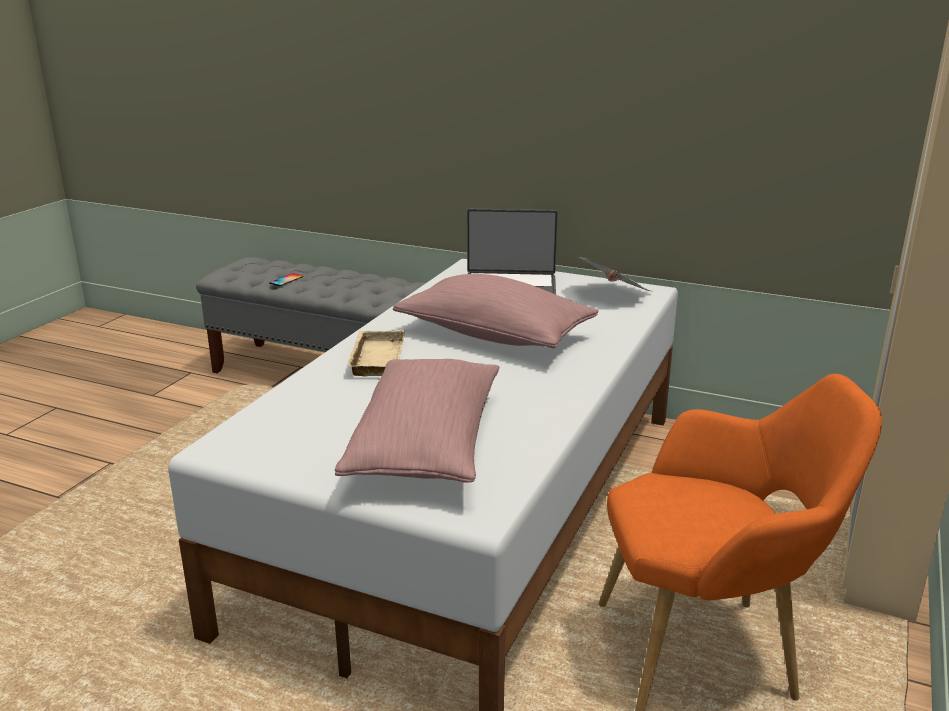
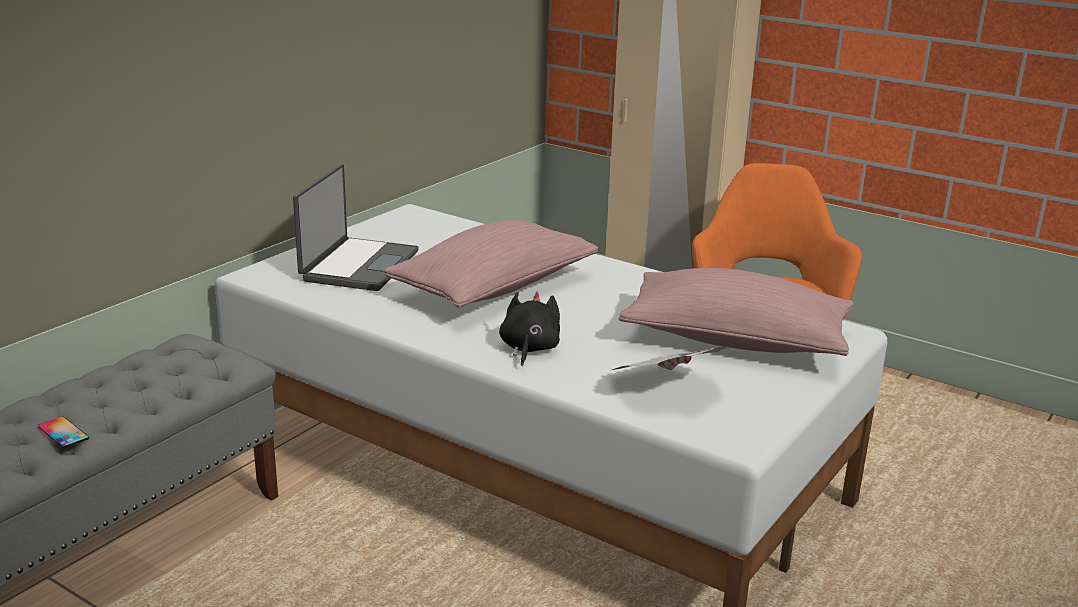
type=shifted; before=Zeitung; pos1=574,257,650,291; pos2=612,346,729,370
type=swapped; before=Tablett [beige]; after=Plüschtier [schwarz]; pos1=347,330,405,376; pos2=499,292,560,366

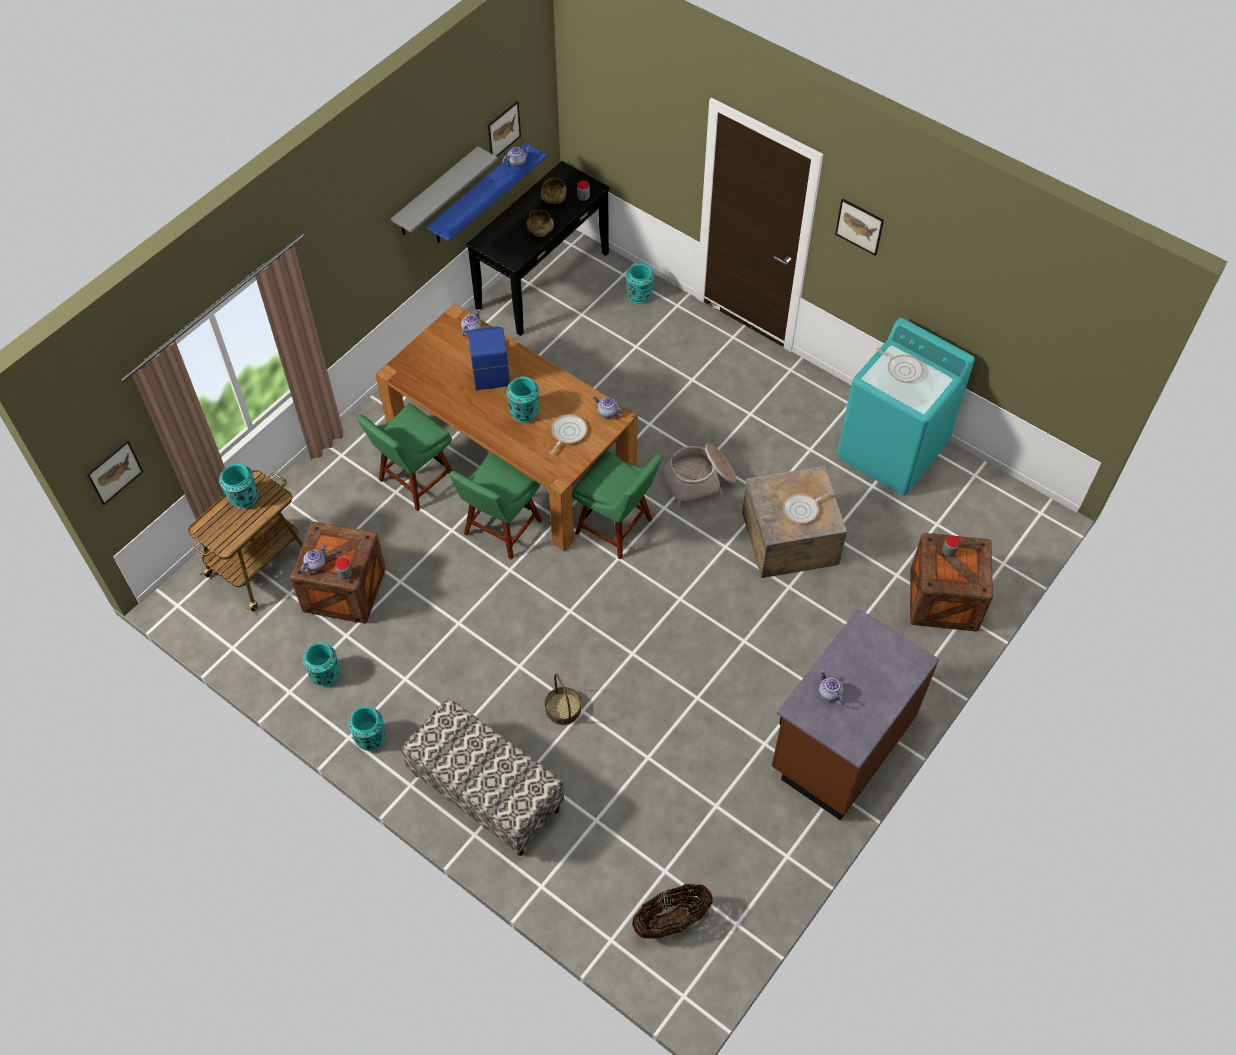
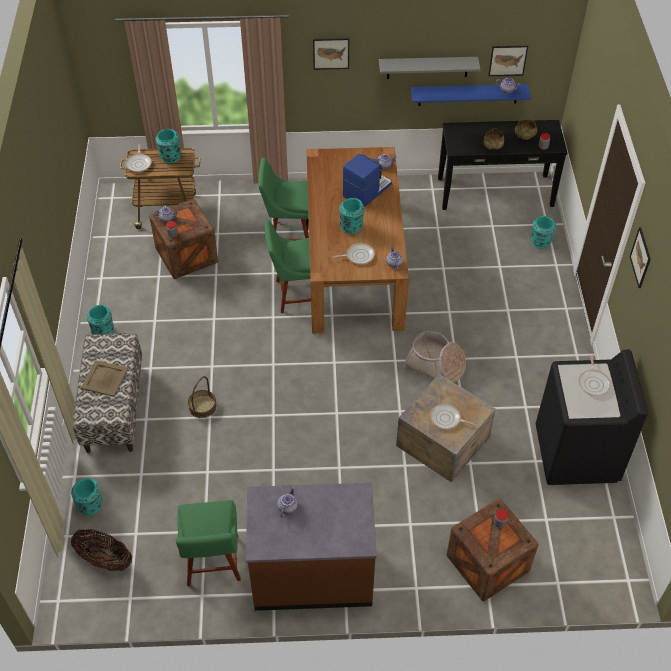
type=repainted; before=Waschmaschine [türkis]; after=Waschmaschine [schwarz]; pos1=837,318,975,496; pos2=536,350,648,485
type=shifted; before=Bild; pos1=86,440,143,505; pos2=313,38,349,70
type=shifted; before=Stuhl [grün]; pos1=572,450,662,559; pos2=176,500,241,586
type=shifted; before=Vase [türkis]; pos1=303,643,340,687; pos2=71,478,103,515
type=new; after=Pfanne; pos2=125,144,152,172
type=new; after=Tablett [beige]; pos2=81,360,128,397

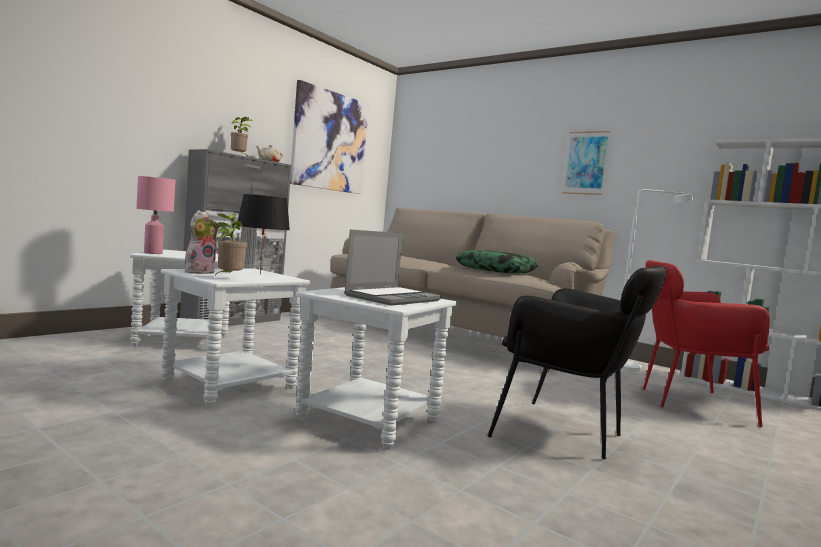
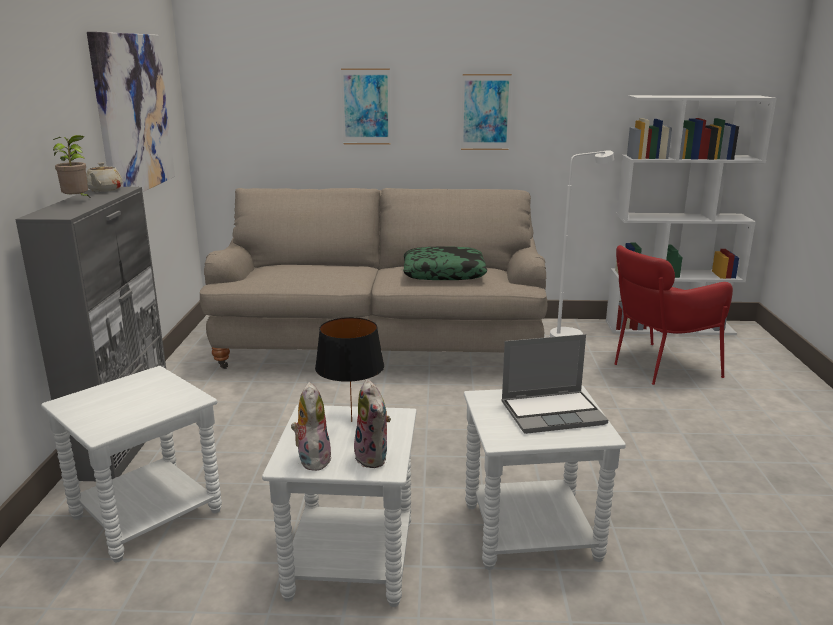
type=gone; before=Tischlampe [rosa]; pos1=137,176,176,254
type=swapped; before=Topfpflanze; after=Plüschtier; pos1=214,213,247,277; pos2=354,379,391,468
type=rotated; before=Laptop; pos1=344,229,441,306; pos2=501,334,608,434; turn=75
type=gone; before=Sessel [schwarz]; pos1=487,266,667,460
type=new; after=Bild; pos2=341,68,391,145

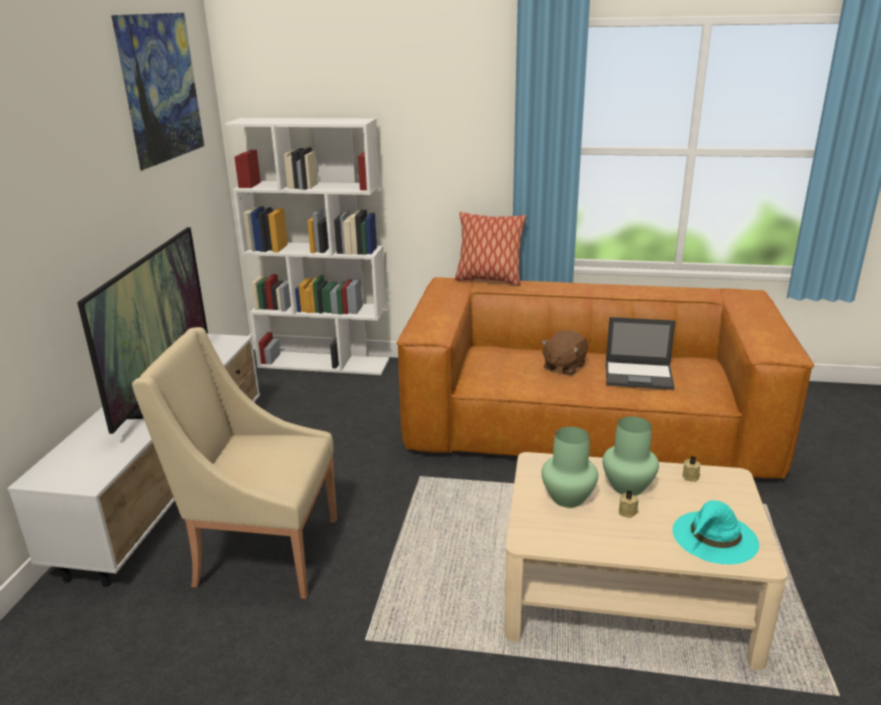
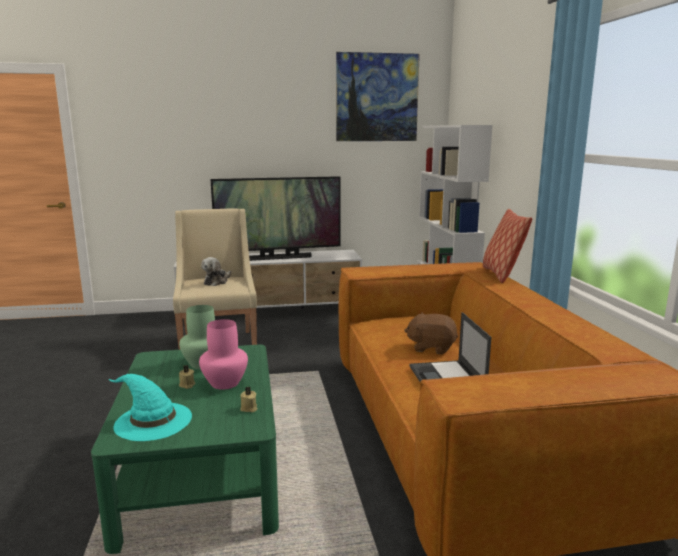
type=repainted; before=Vase [grün]; after=Vase [rosa]; pos1=602,416,659,496; pos2=199,319,248,390
type=repainted; before=Couchtisch [beige]; after=Couchtisch [grün]; pos1=504,452,788,670; pos2=91,345,279,554
type=new; after=Plüschtier; pos2=201,257,231,286

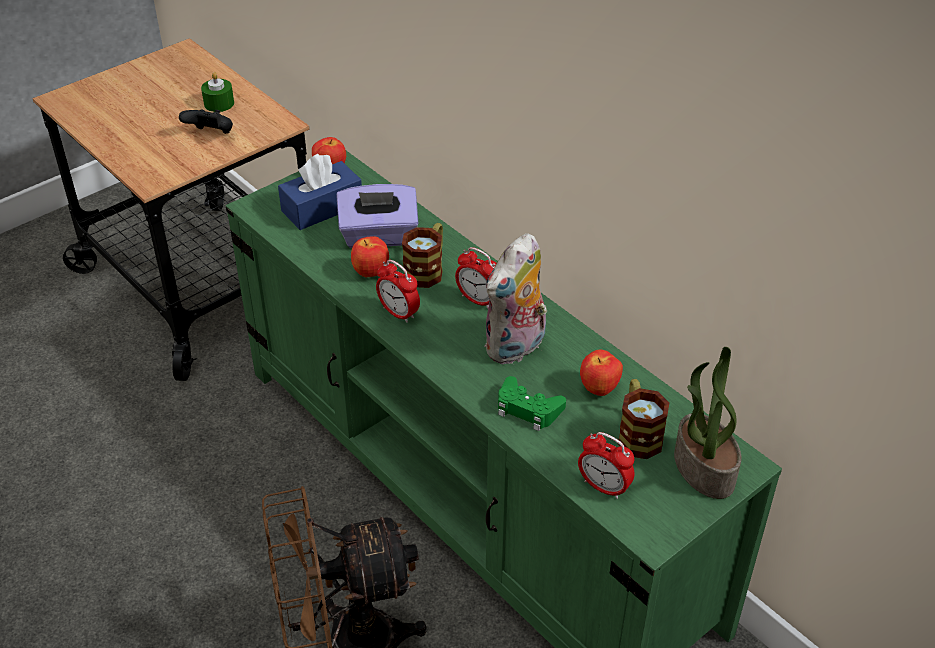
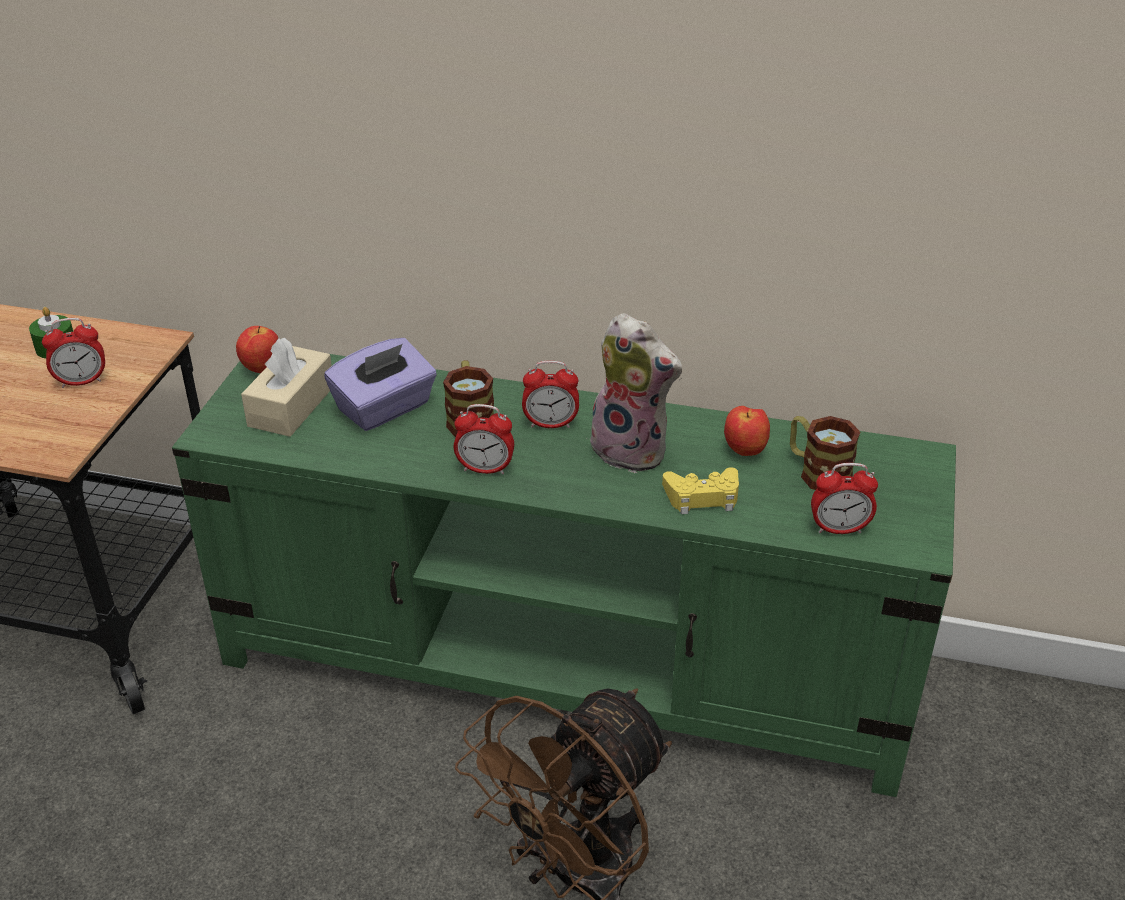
type=swapped; before=Gamepad [schwarz]; after=Wecker; pos1=179,109,233,134; pos2=42,318,105,388
type=repainted; before=Taschentuchbox [blau]; after=Taschentuchbox [beige]; pos1=278,154,362,230; pos2=241,338,332,437
type=rotated; before=Plüschtier; pos1=484,233,547,365; pos2=587,313,682,473; turn=-60
type=gone; before=Apfel; pos1=351,236,389,277
type=gone; before=Topfpflanze; pos1=674,347,742,499
type=repainted; before=Gamepad [grün]; after=Gamepad [gelb]; pos1=498,376,566,431; pos2=662,467,739,514

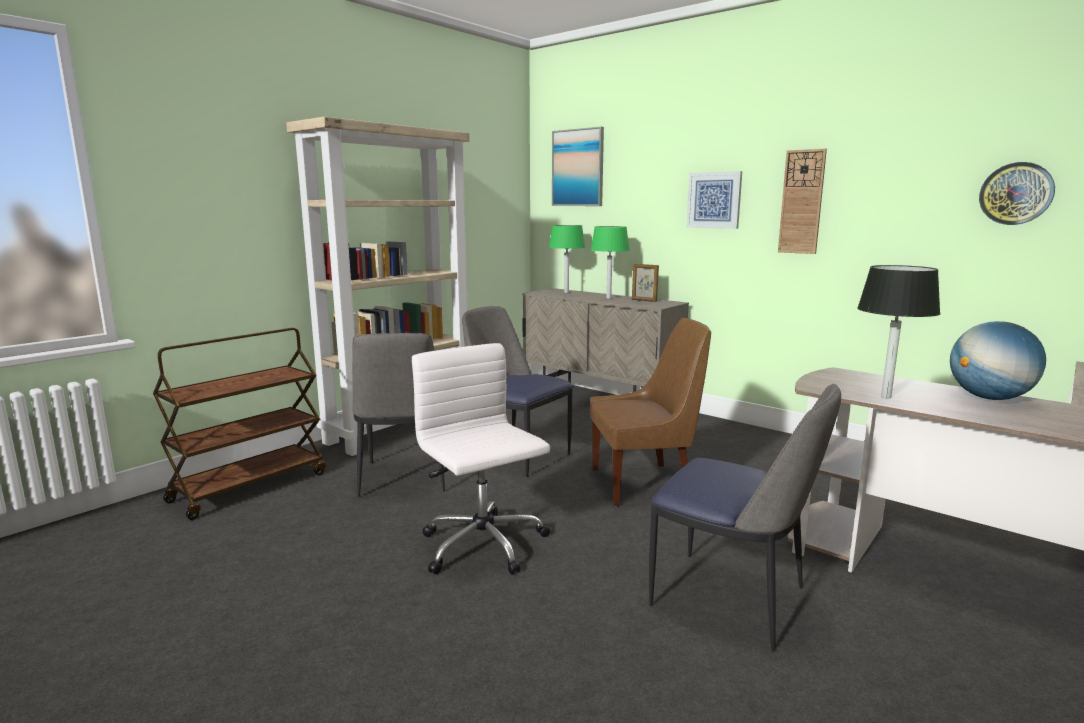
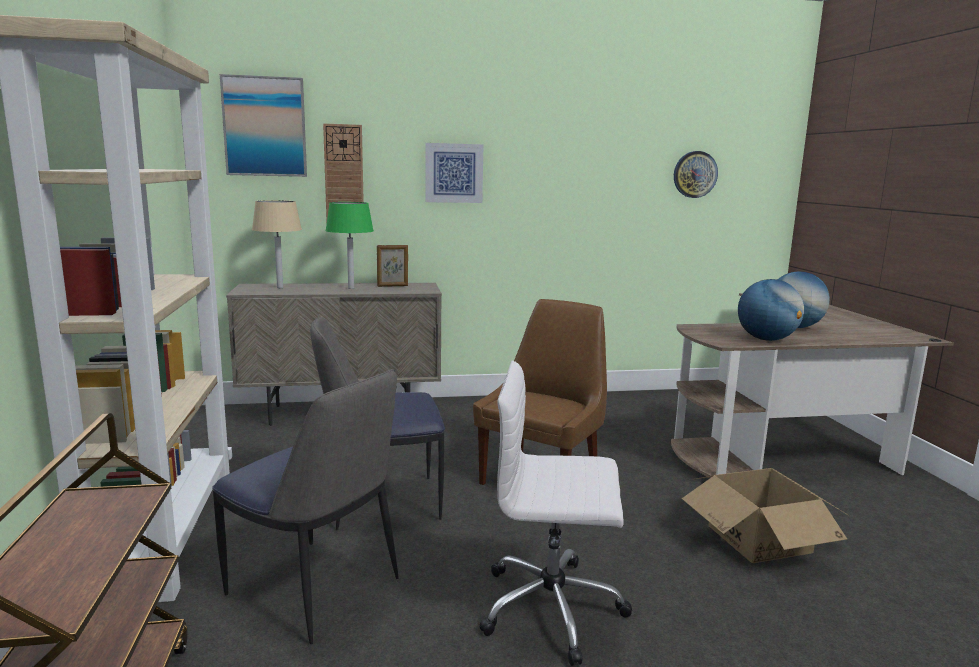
type=shifted; before=Wanduhr; pos1=778,149,827,254; pos2=323,124,364,220
type=repainted; before=Tischlampe [grün]; after=Tischlampe [beige]; pos1=549,225,585,293; pos2=252,200,302,288
type=swapped; before=Tischlampe [schwarz]; after=Globus; pos1=857,265,941,398; pos2=738,279,804,341
type=swapped; before=Stuhl; after=Karton; pos1=649,384,841,652; pos2=682,468,848,563

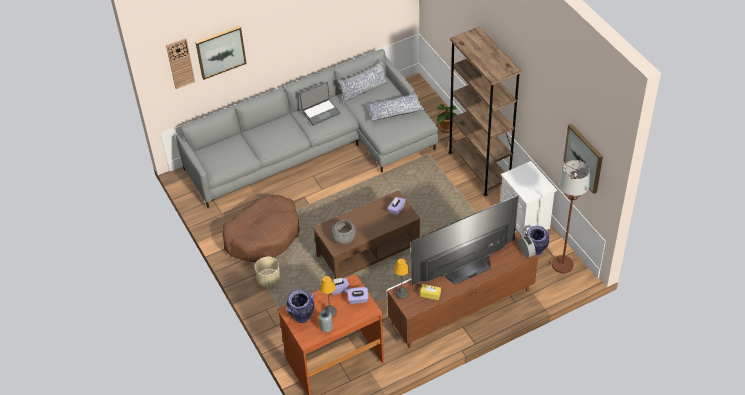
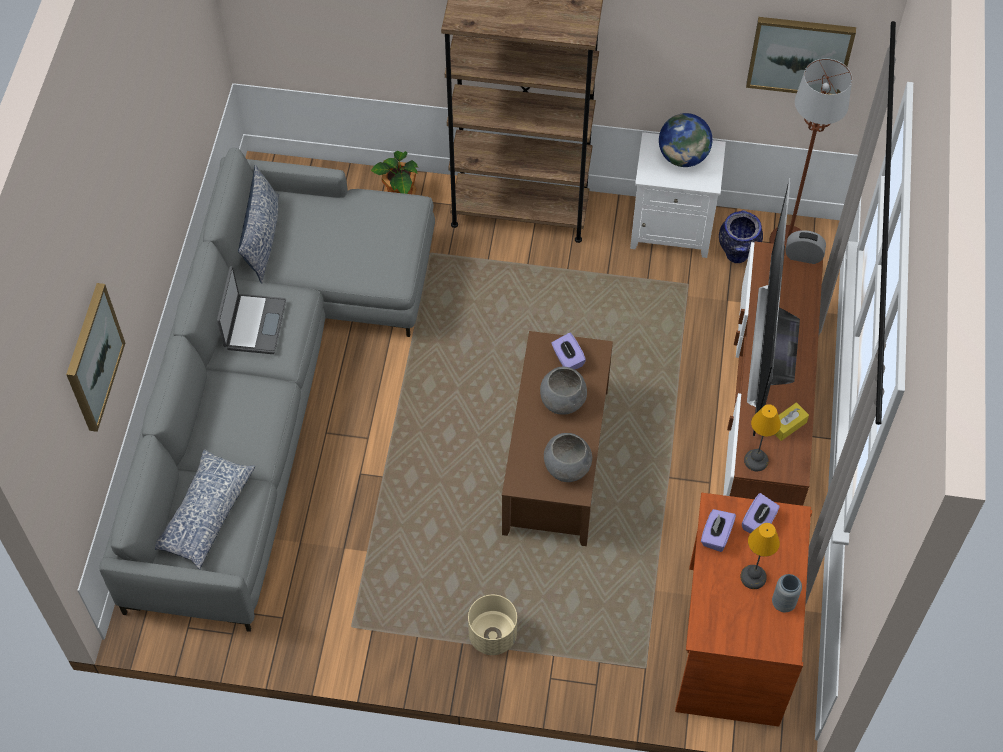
type=gone; before=Wanduhr; pos1=166,38,195,89
type=shifted; before=Kissen; pos1=366,93,425,121; pos2=155,449,255,570
type=gone; before=Hundebett [braun]; pos1=222,194,300,262
type=gone; before=Vase; pos1=286,290,314,323
type=new; after=Globus; pos2=659,113,712,167
type=new; after=Schüssel [grau]; pos2=540,367,587,415

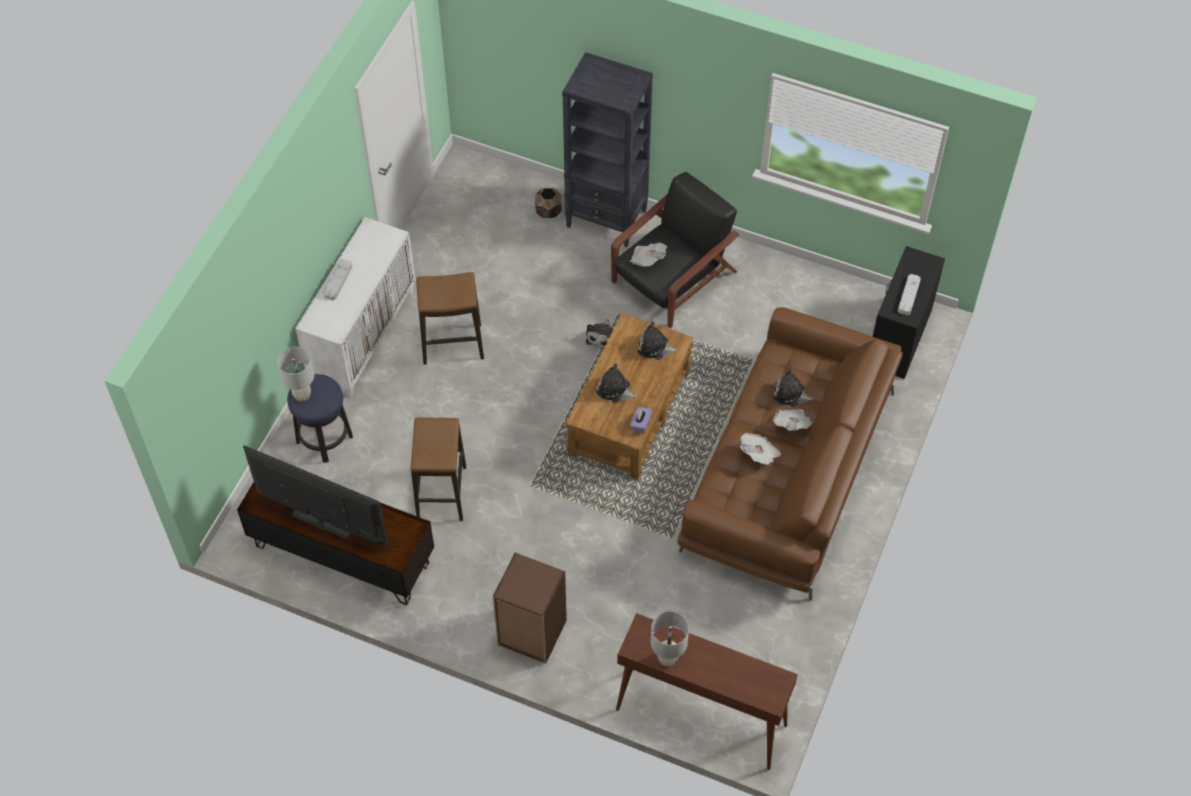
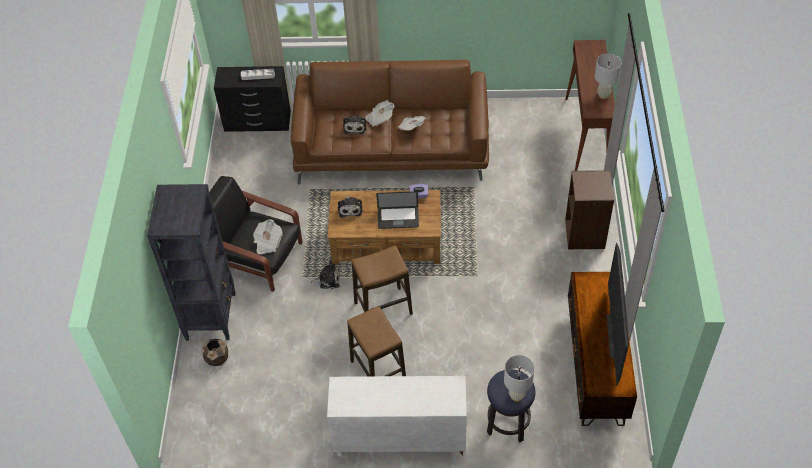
type=gone; before=Tablett [grau]; pos1=323,259,352,300
type=swapped; before=Plüschtier; after=Laptop; pos1=596,364,637,403; pos2=376,191,419,229
type=shifted; before=Hocker; pos1=410,418,466,521; pos2=352,245,413,315

